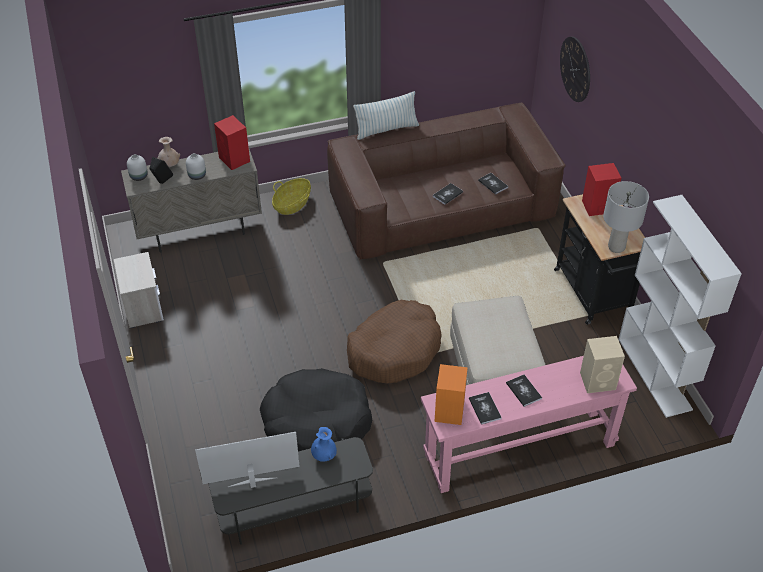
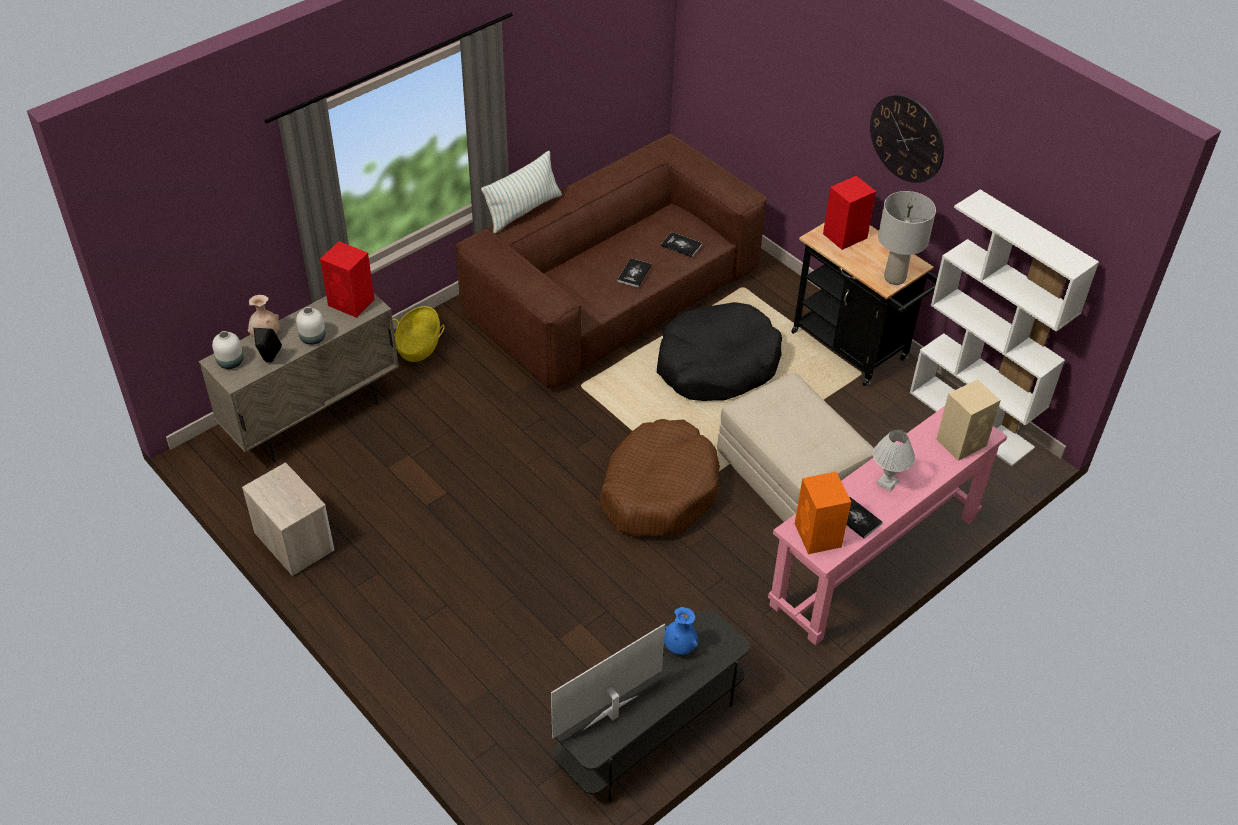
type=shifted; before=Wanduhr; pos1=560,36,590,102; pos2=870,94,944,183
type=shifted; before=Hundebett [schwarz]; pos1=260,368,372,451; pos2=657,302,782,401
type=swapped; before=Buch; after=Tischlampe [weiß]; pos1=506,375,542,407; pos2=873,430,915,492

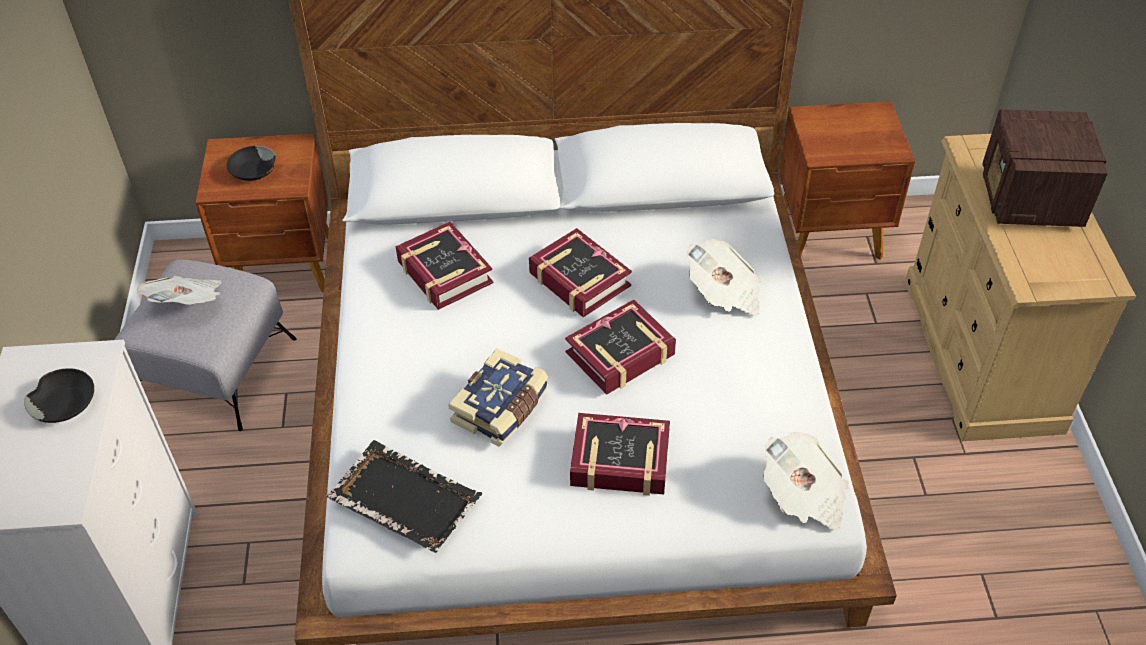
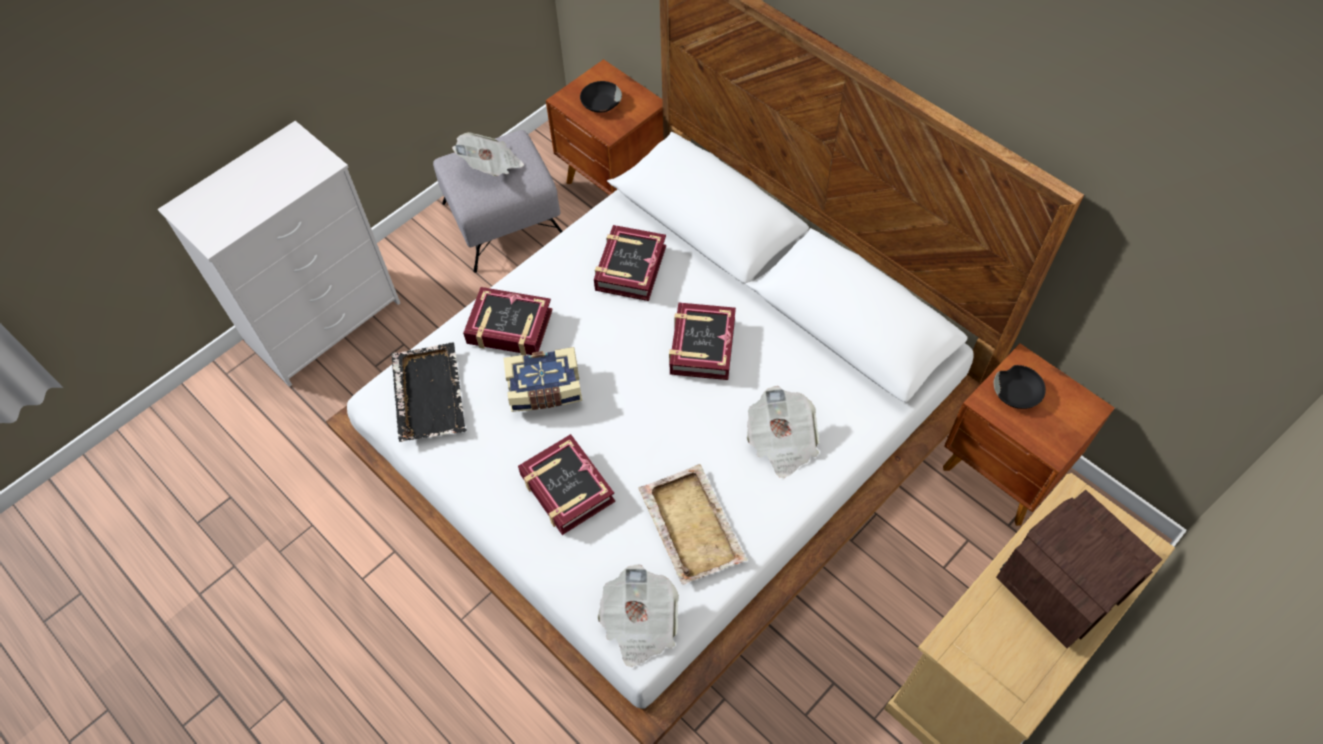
type=shifted; before=Buch; pos1=565,300,676,395; pos2=463,287,553,356
type=shifted; before=Schüssel [schwarz]; pos1=24,368,94,423; pos2=994,365,1046,409
type=new; after=Tablett [beige]; pos2=638,464,748,585

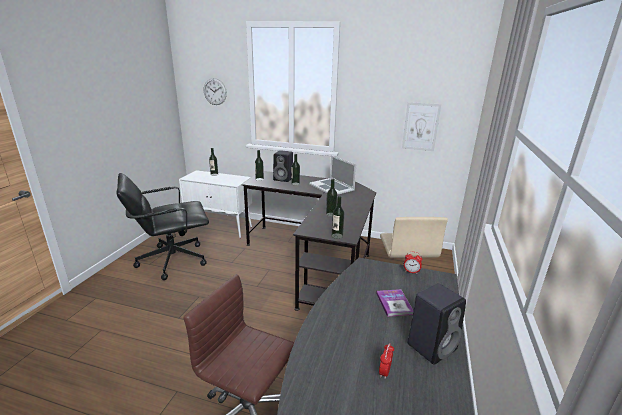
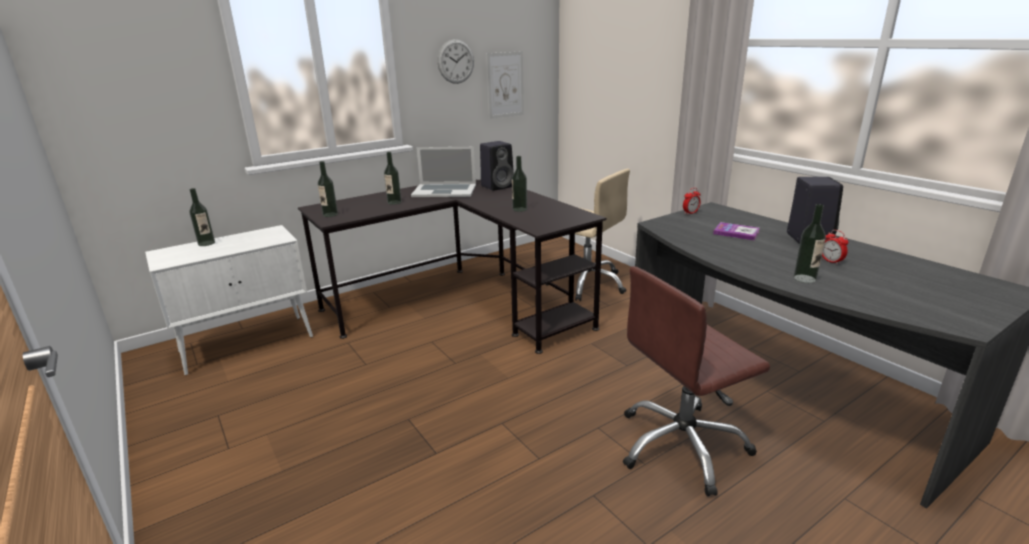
type=shifted; before=Wanduhr; pos1=204,78,227,105; pos2=437,39,474,84
type=shifted; before=Lautsprecher [schwarz]; pos1=273,150,293,182; pos2=480,141,514,191
type=gone; before=Bürostuhl [schwarz]; pos1=116,173,209,280
type=shifted; before=Flasche; pos1=332,196,344,239; pos2=794,204,826,283

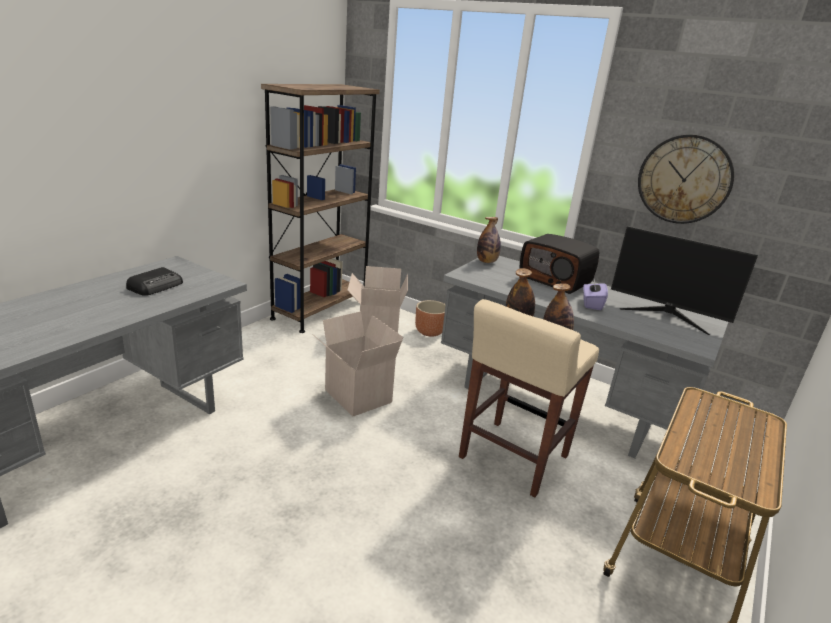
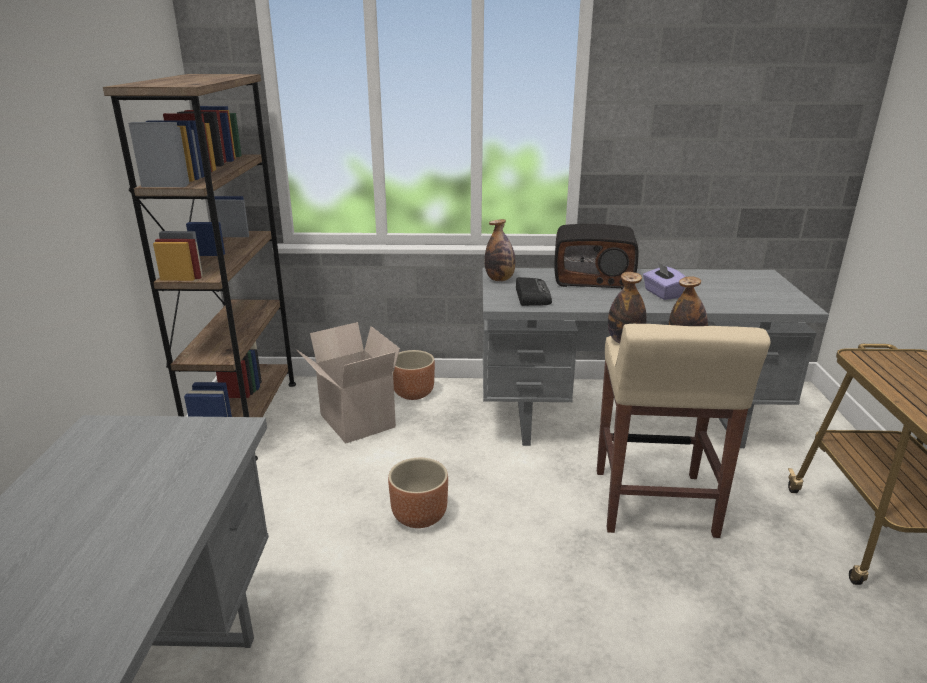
type=gone; before=Wanduhr; pos1=638,134,734,224
type=gone; before=Monitor; pos1=611,226,758,335
type=shifted; before=Radio; pos1=126,267,183,296; pos2=516,277,552,306
type=swapped; before=Karton; after=Pflanzkübel [braun]; pos1=312,311,403,417; pos2=388,458,448,528

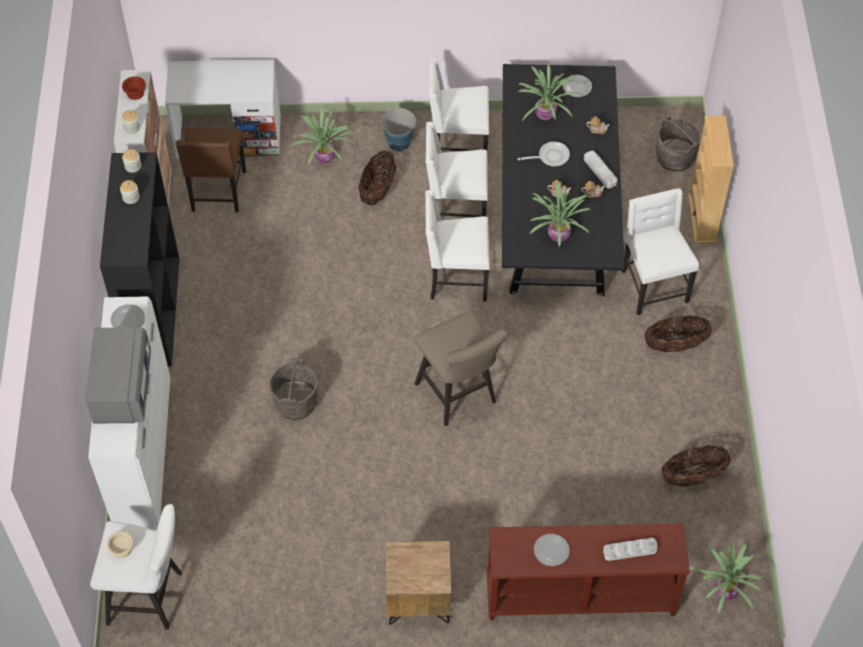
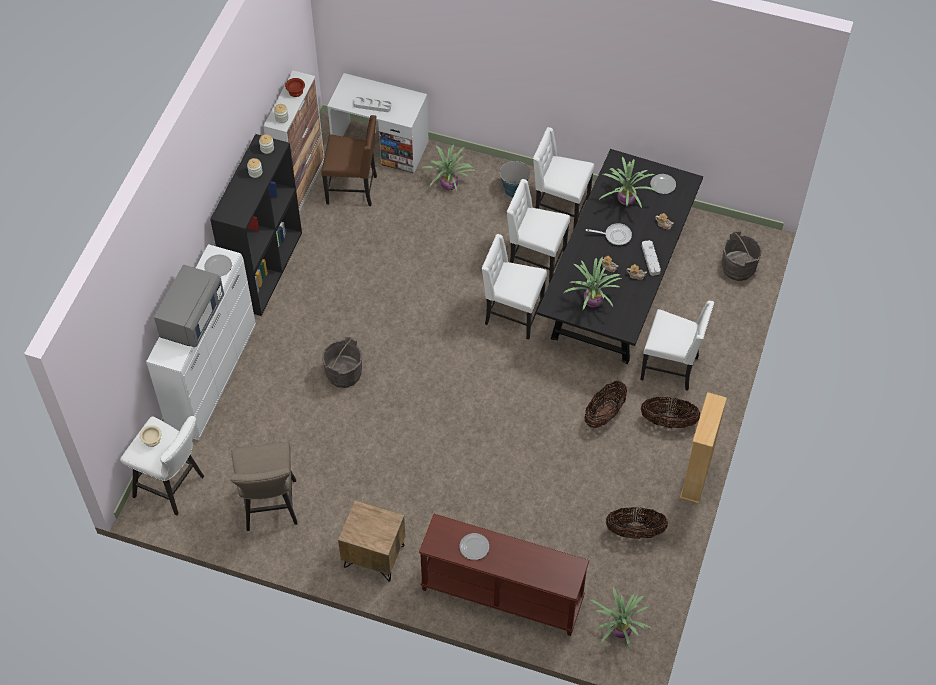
type=shifted; before=Bücherregal [beige]; pos1=688,115,734,243; pos2=680,392,727,504
type=rotated; before=Stuhl [braun]; pos1=176,128,246,213; pos2=321,115,377,206; turn=-105
type=shifted; before=Korb; pos1=358,150,396,206; pos2=584,381,627,428
type=rotated; before=Stuhl [weiß]; pos1=622,188,699,315; pos2=640,301,714,391; turn=105
type=shifted; before=Hocker [beige]; pos1=414,311,508,426; pos2=230,442,298,531
type=shifted; before=Tablett [grau]; pos1=603,538,658,561; pos2=354,97,391,112

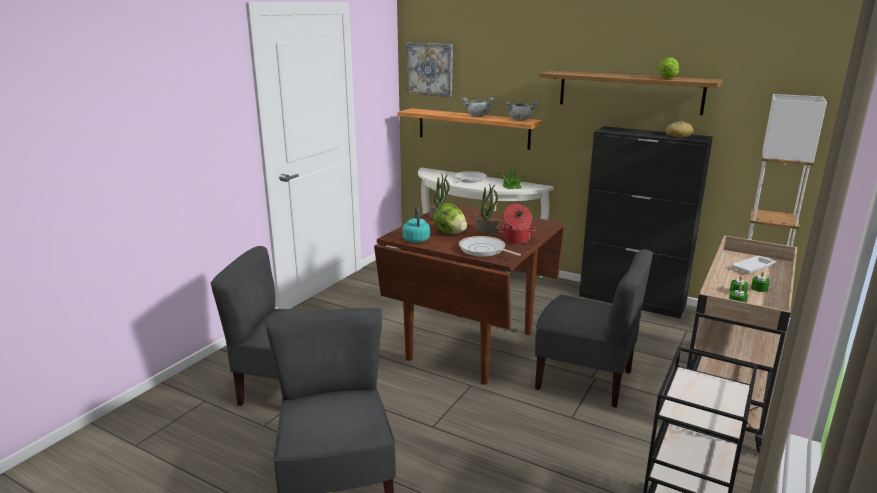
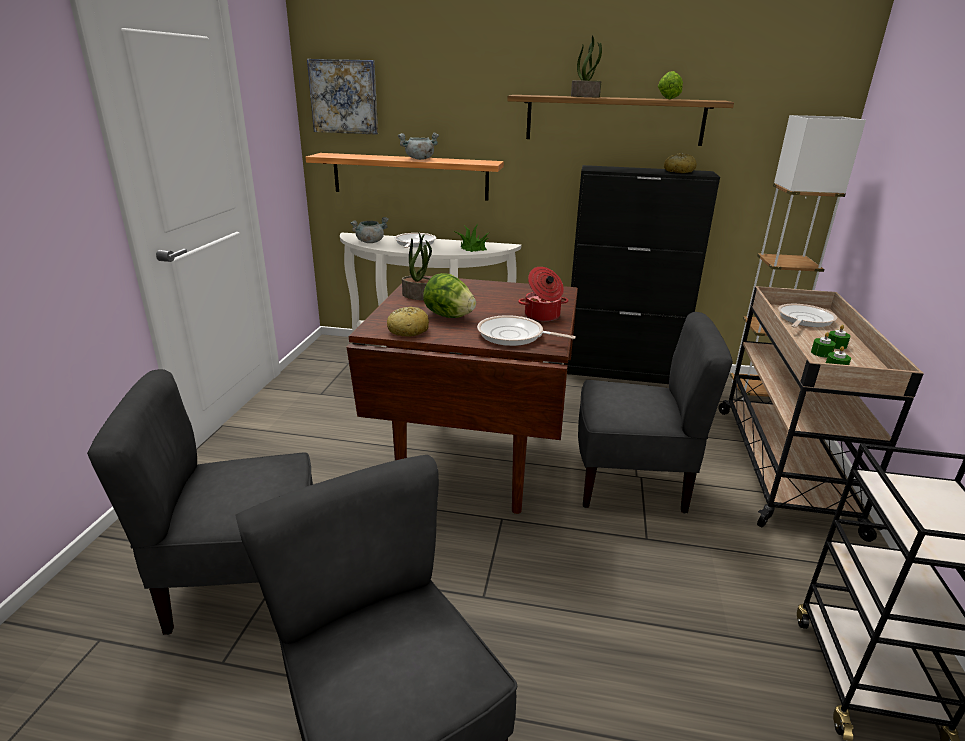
type=shifted; before=Kochtopf [grau]; pos1=505,100,537,121; pos2=350,217,389,243
type=shifted; before=Topfpflanze; pos1=475,184,499,234; pos2=571,35,602,97
type=swapped; before=Wasserkessel [türkis]; after=Brot; pos1=403,207,430,243; pos2=387,307,429,337
type=swapped; before=Tablett [weiß]; after=Pfanne; pos1=731,256,776,273; pos2=778,304,837,328

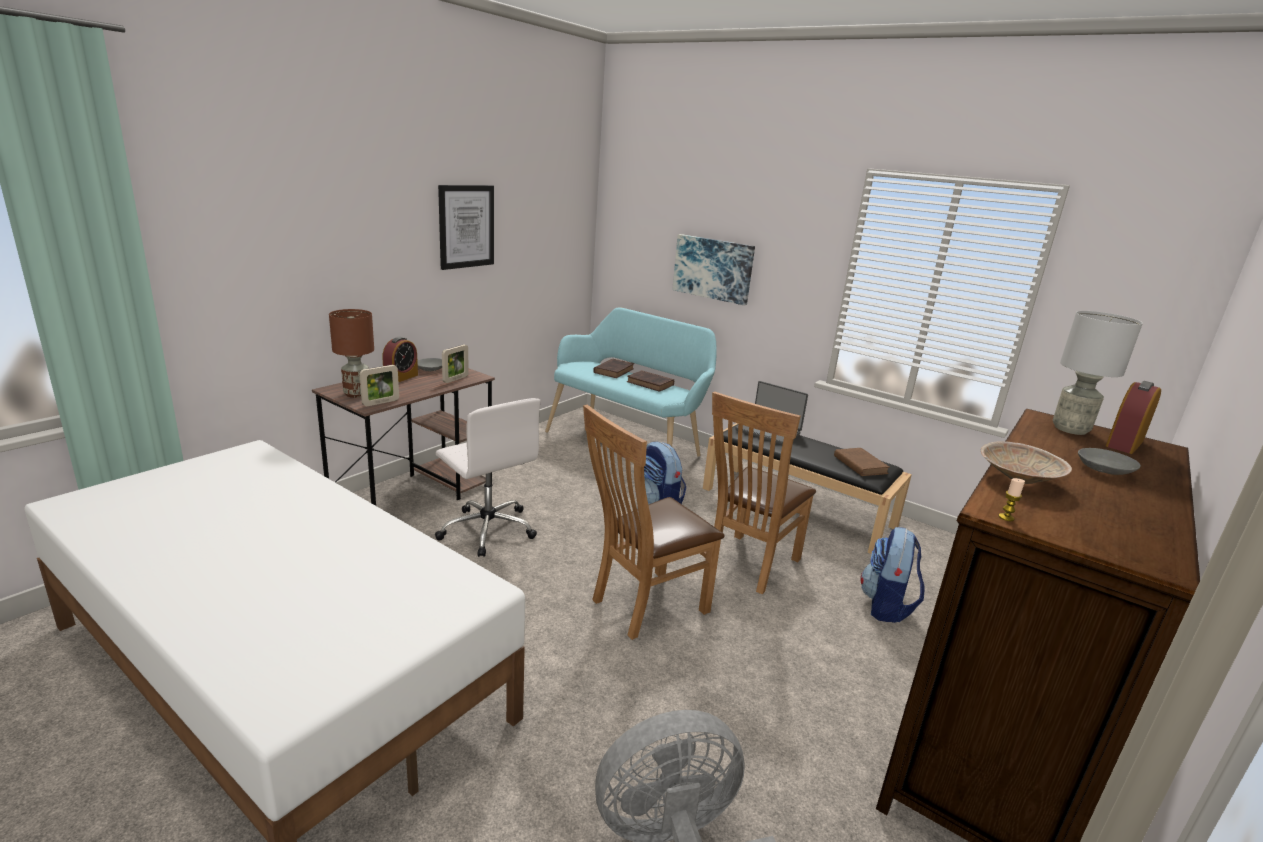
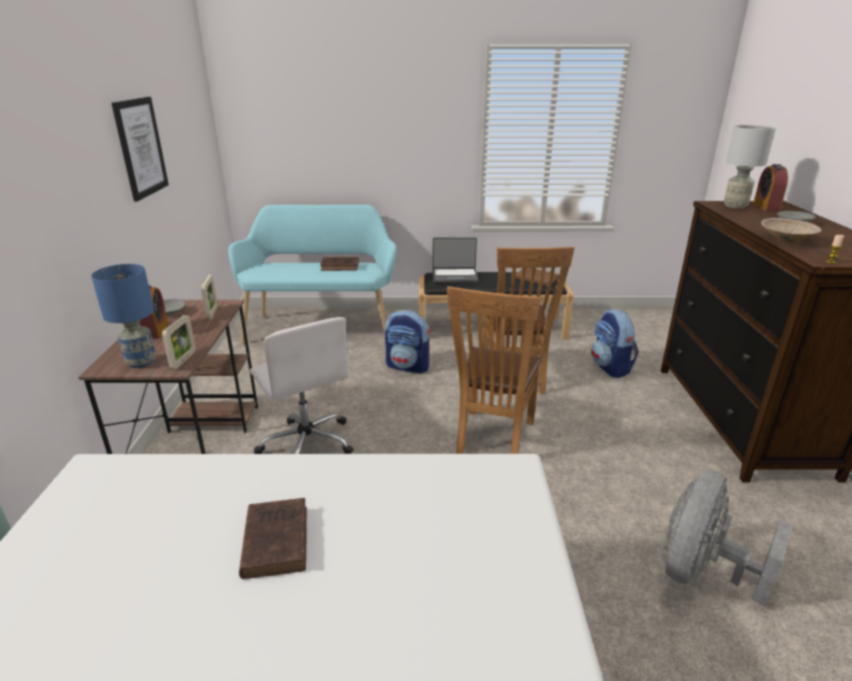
type=gone; before=Bild; pos1=672,234,755,305
type=repainted; before=Tischlampe [braun]; after=Tischlampe [blau]; pos1=329,309,374,398; pos2=91,264,156,368
type=shifted; before=Buch [braun]; pos1=593,358,634,378; pos2=239,498,307,579
type=rotated; before=Bürostuhl [weiß]; pos1=435,398,541,557; pos2=250,317,353,454; turn=45

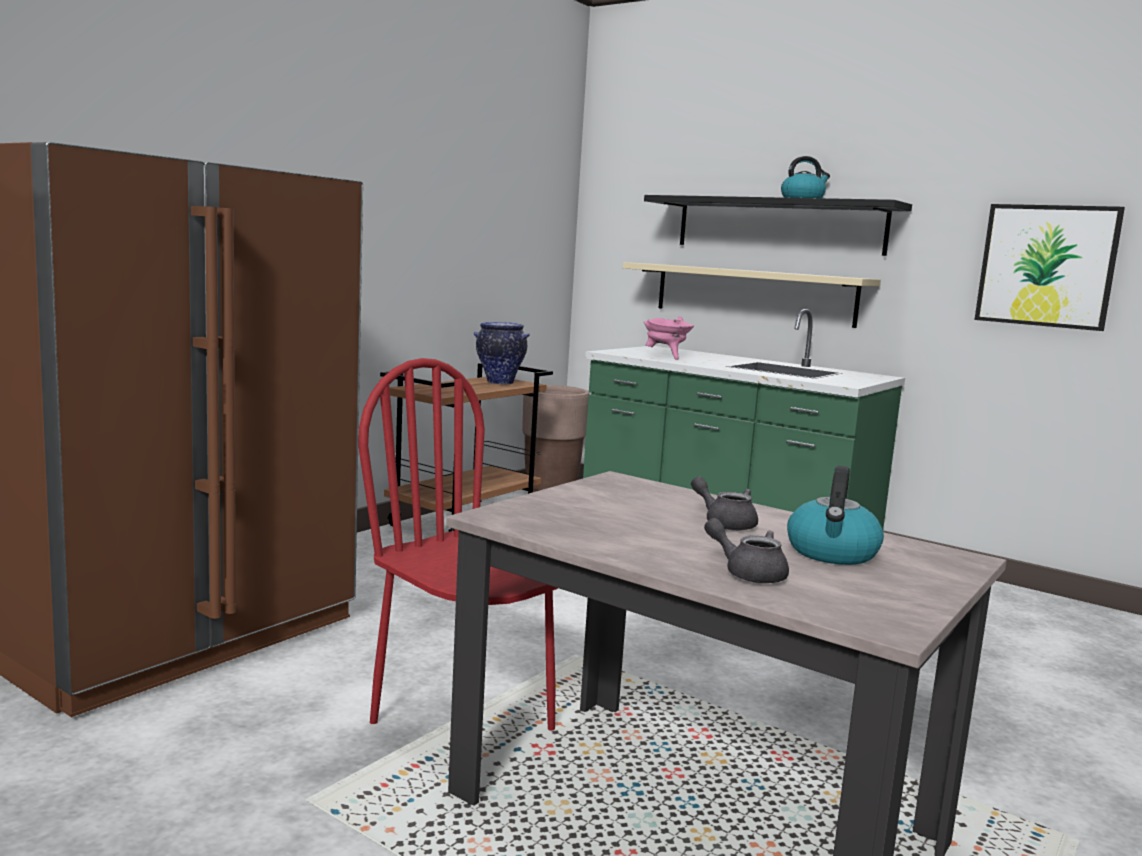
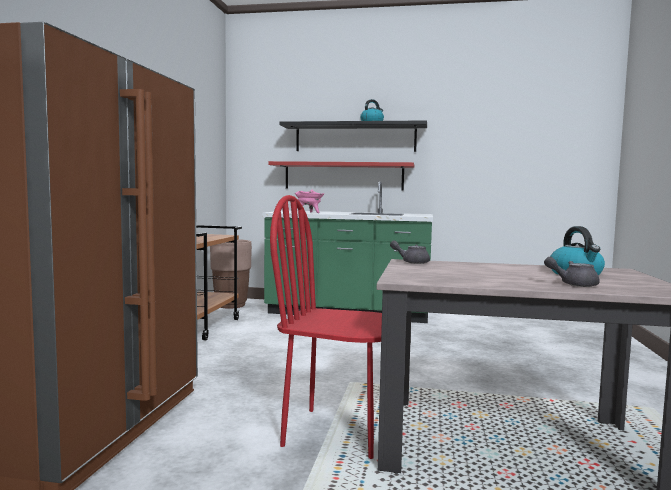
type=gone; before=Bild; pos1=975,204,1125,331
type=repainted; before=Wandregal [beige]; after=Wandregal [rot]; pos1=623,262,881,328; pos2=268,161,414,191
type=gone; before=Vase; pos1=474,322,530,384
type=shifted; before=Teekanne [grau]; pos1=691,476,758,531; pos2=390,240,430,264

